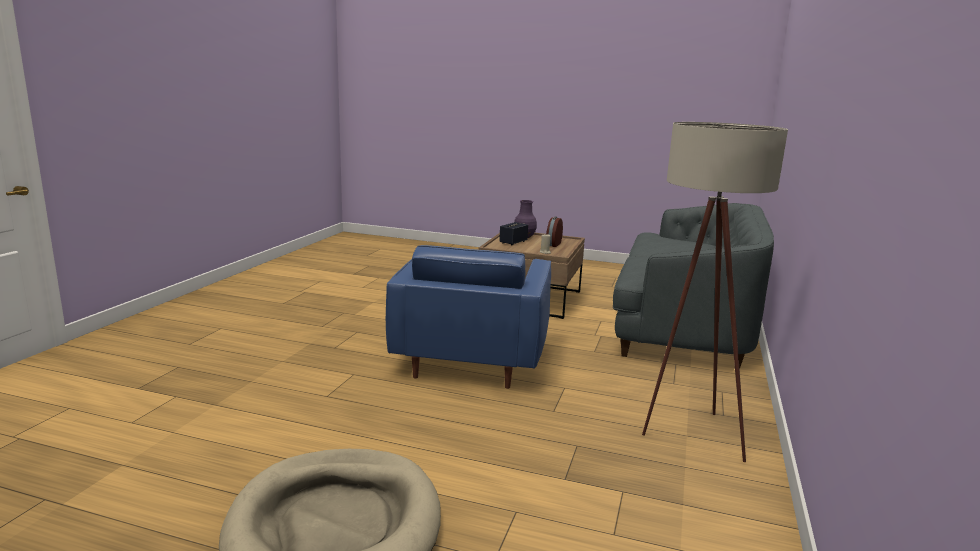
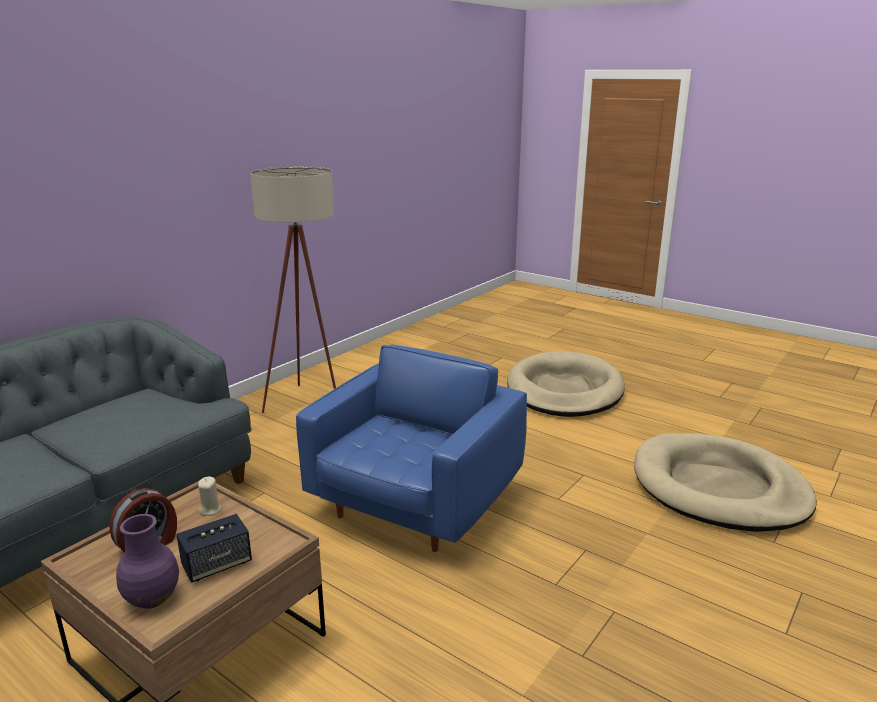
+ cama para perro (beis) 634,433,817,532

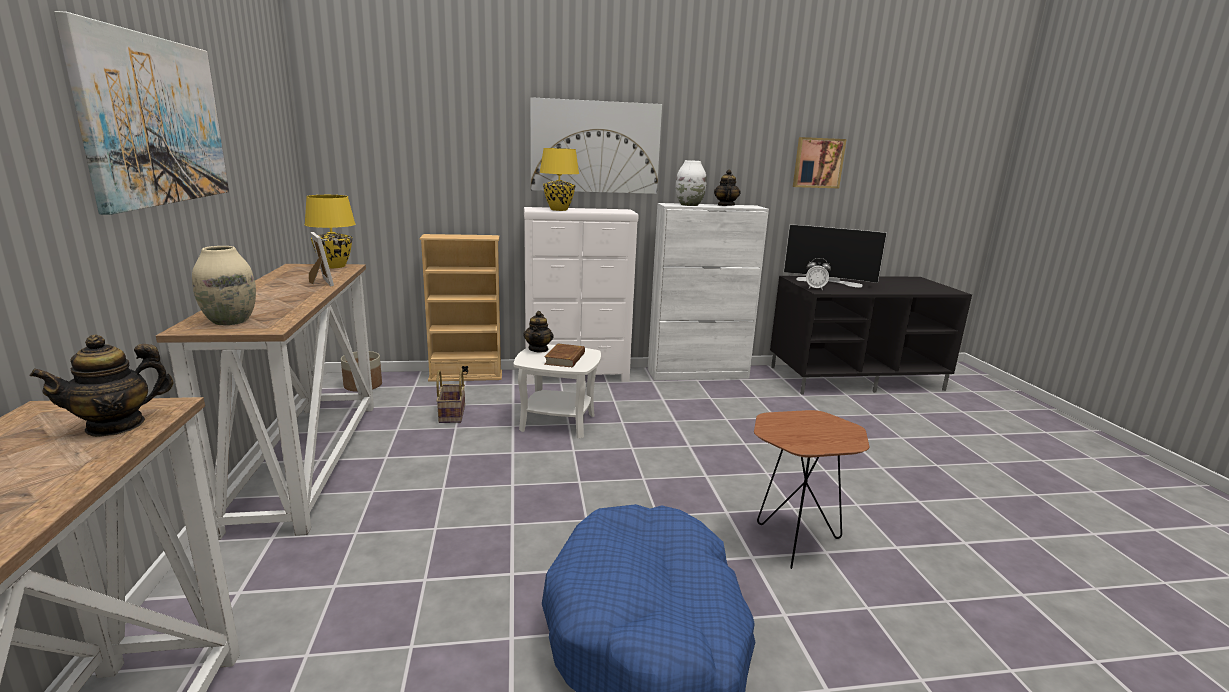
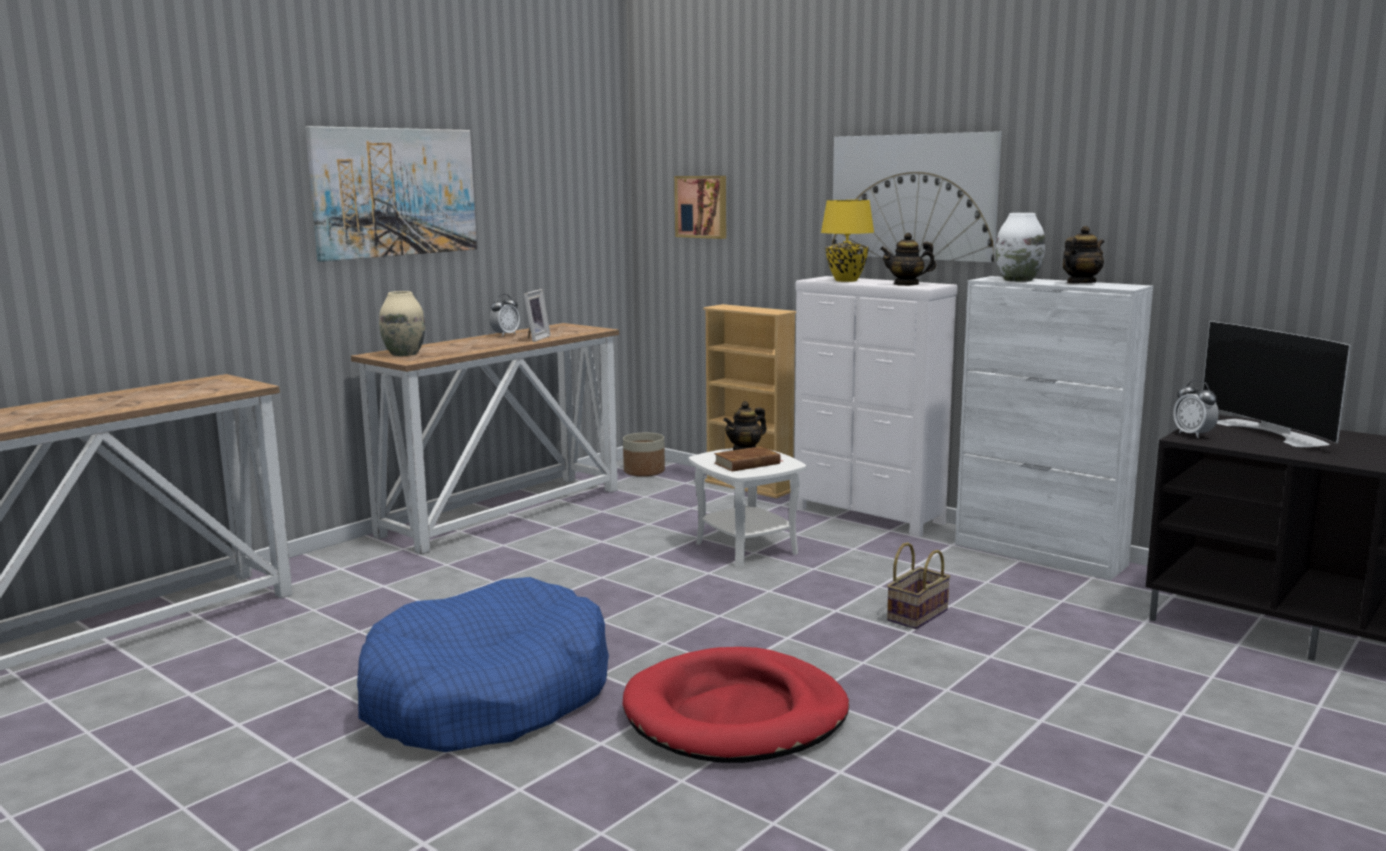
- lámpara de mesa (amarillo) 304,195,356,268
+ despertador 490,294,520,336
~ tetera 29,334,173,437 to 880,233,936,286
~ cesta 436,370,465,423 to 887,542,951,629
~ cuadro 793,137,847,188 to 674,176,726,239
~ mesa auxiliar (marrón) 754,410,869,569 to cama para perro (rojo) 622,647,849,763

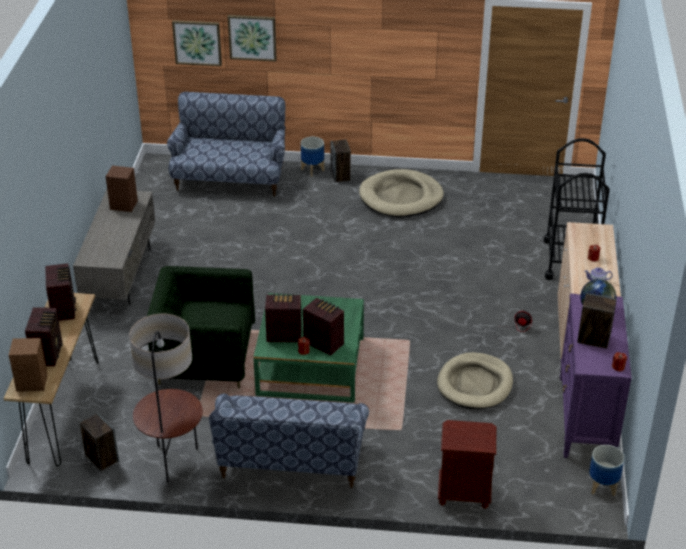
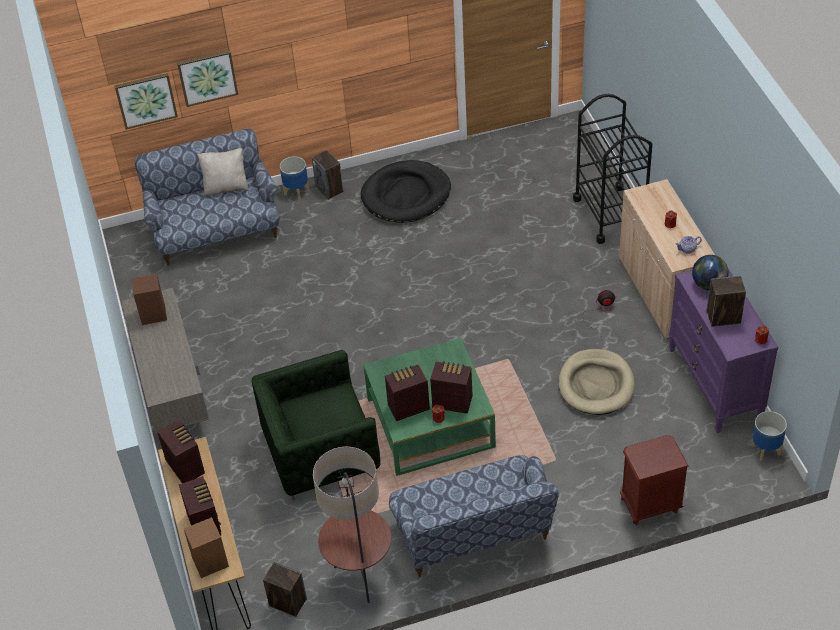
+ cojín (beis) 197,148,249,196
~ cama para perro (beis) 359,169,444,217 to cama para perro (negro) 361,160,451,223

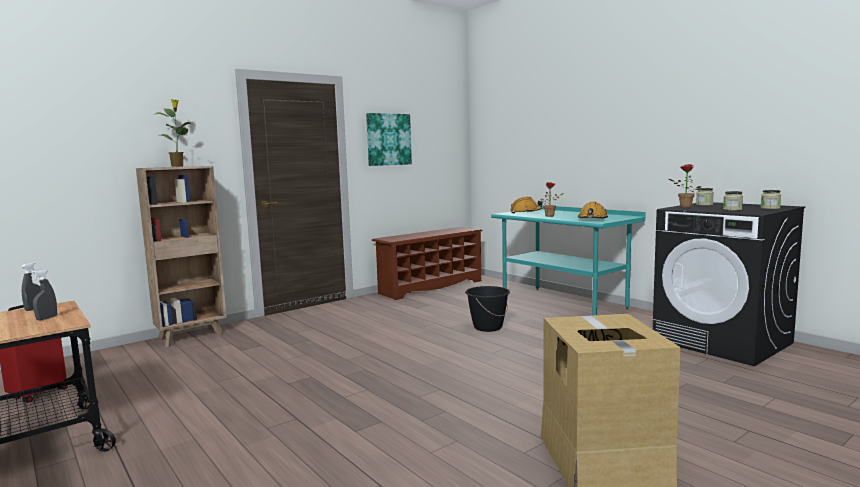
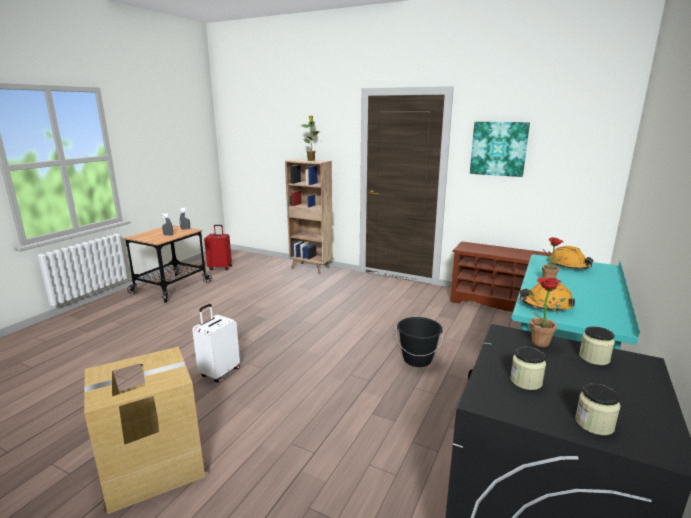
+ maleta (blanco) 192,304,240,382

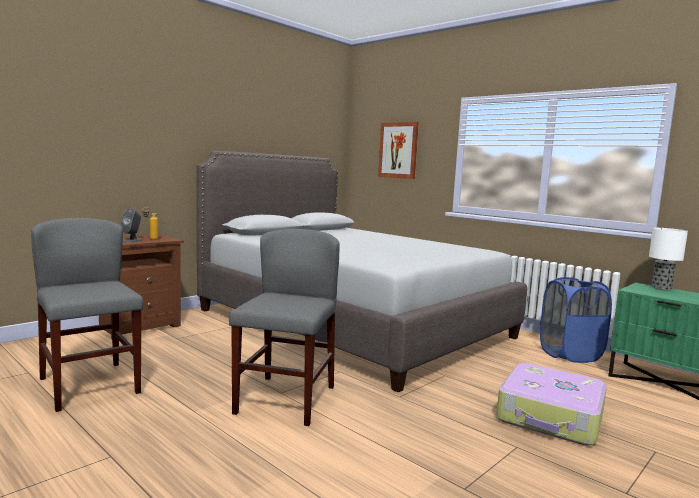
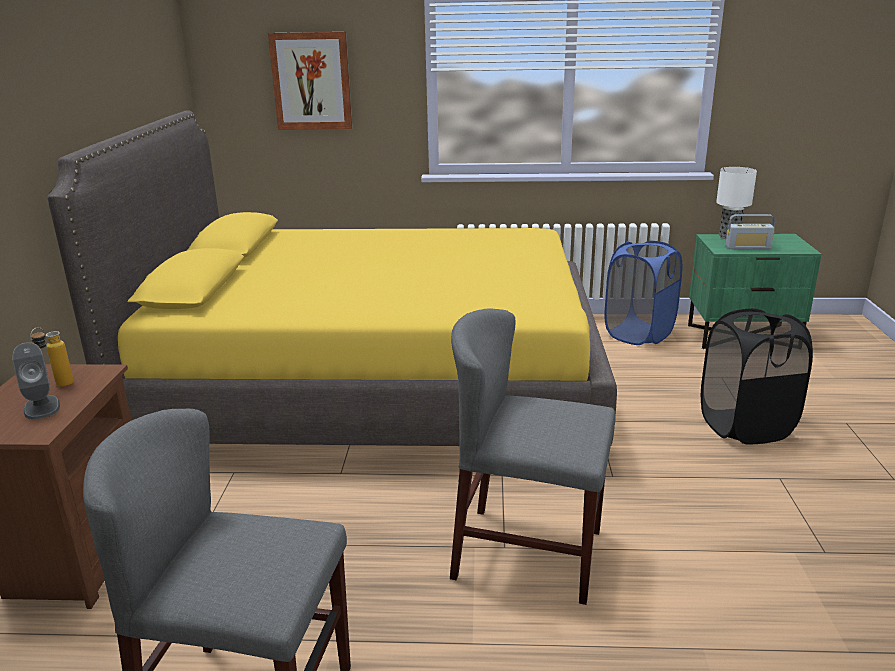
+ radio 725,214,775,249
~ maleta 496,363,607,445 to cesto de la ropa (negro) 701,308,813,444
~ cama (gris) 197,151,527,392 to cama (amarillo) 48,110,617,446
~ silla (gris) 229,229,340,426 = 450,309,615,605 45 degrees counterclockwise

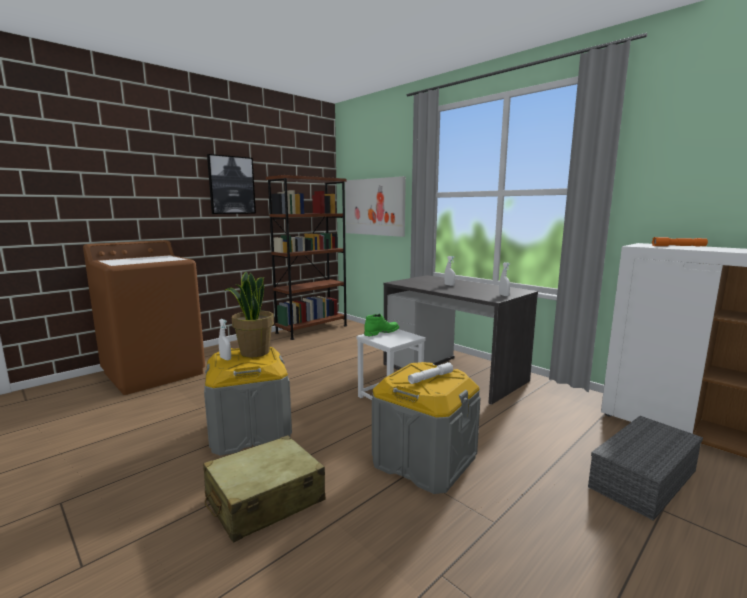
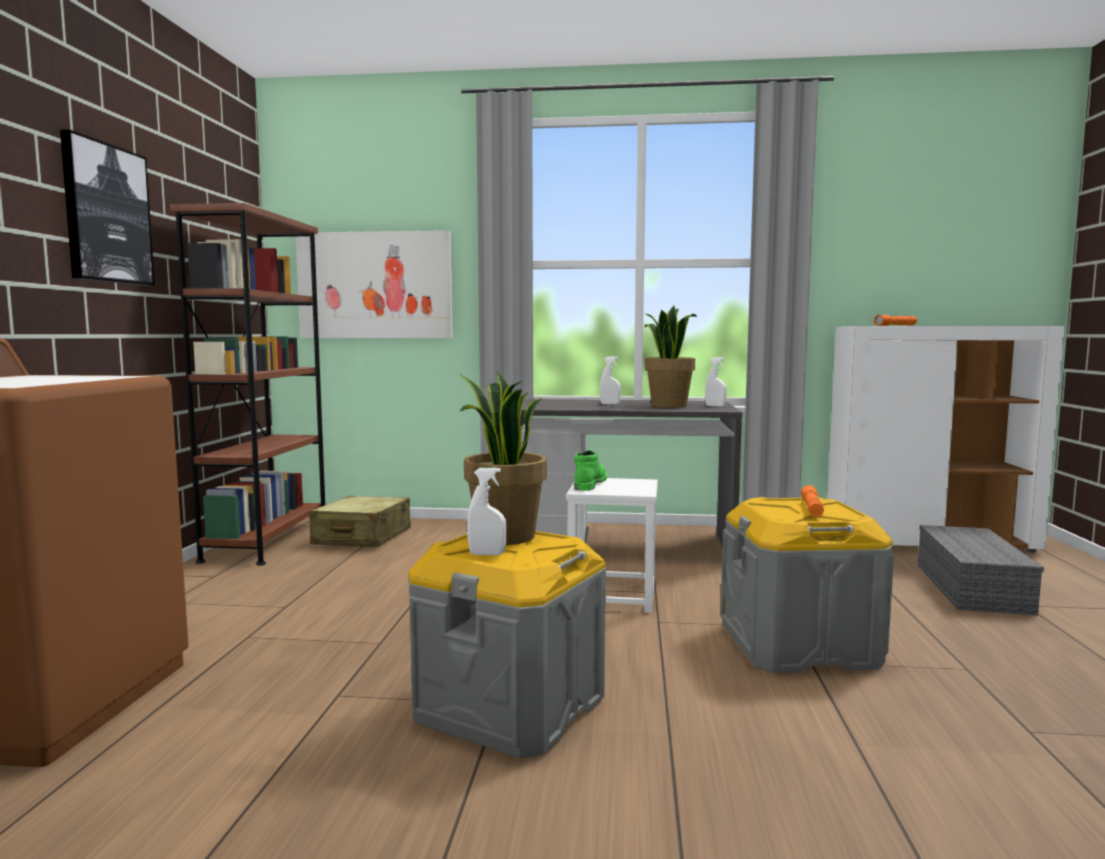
+ planta en maceta 644,306,697,408
~ maleta (beis) 203,435,325,543 to 309,496,411,547
~ linterna (blanco) 408,362,453,384 to linterna (naranja) 801,485,824,517

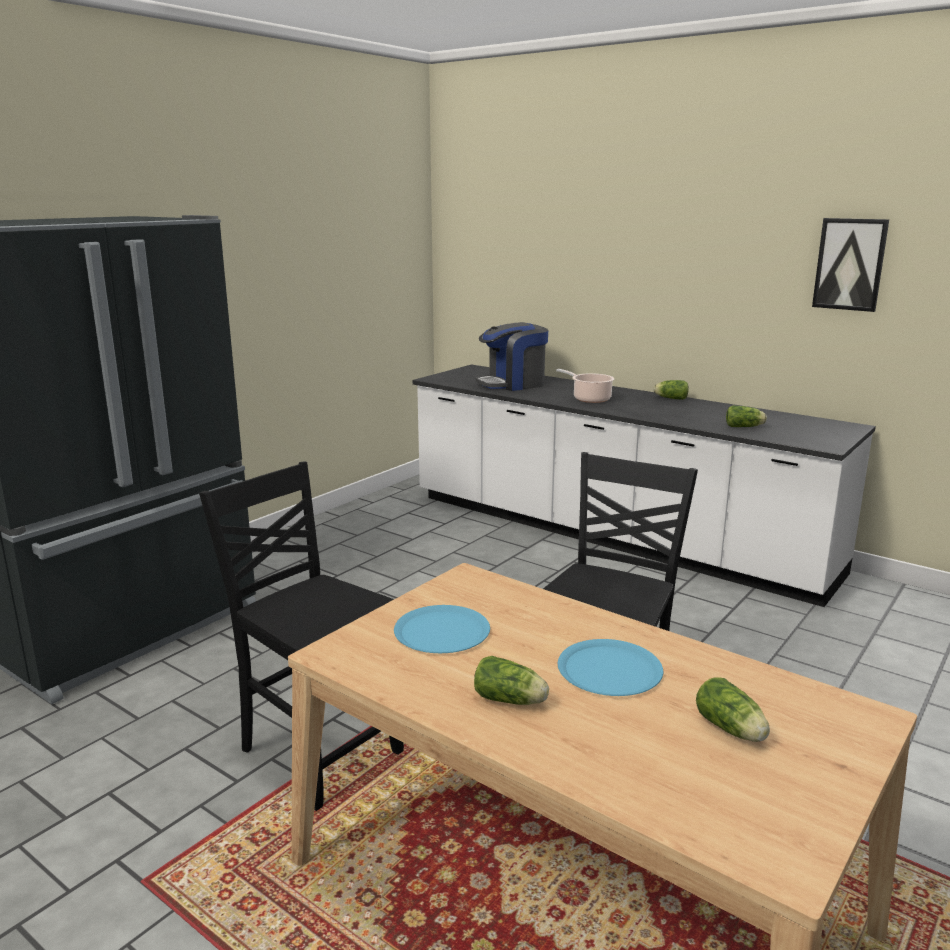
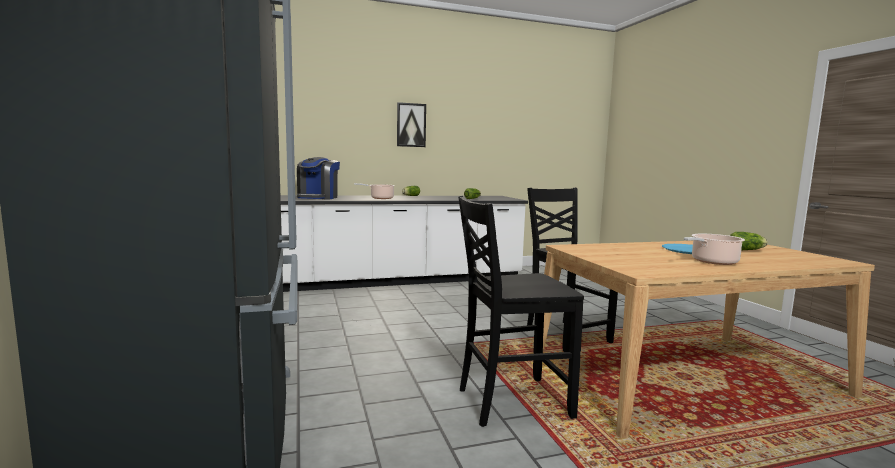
- plato (azul) 394,605,490,653
~ cuadro 812,218,889,312 to 397,102,426,147
~ lechuga 474,656,549,705 to olla 684,234,745,265

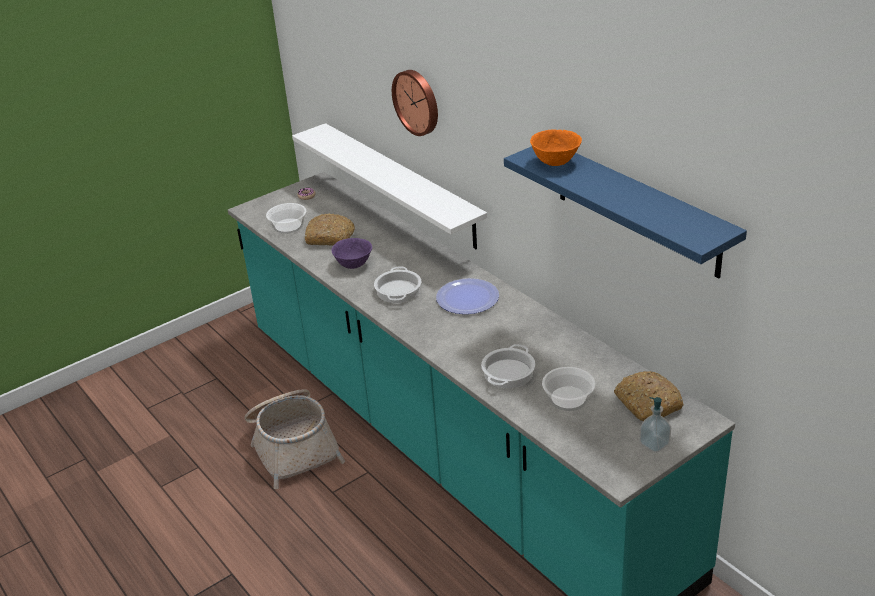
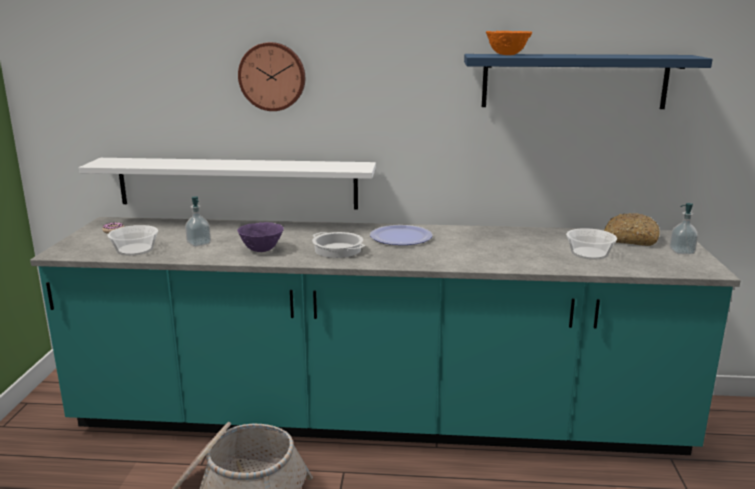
- olla 481,344,535,388
~ pan 305,213,355,245 to dispensador de jabón 185,196,211,247

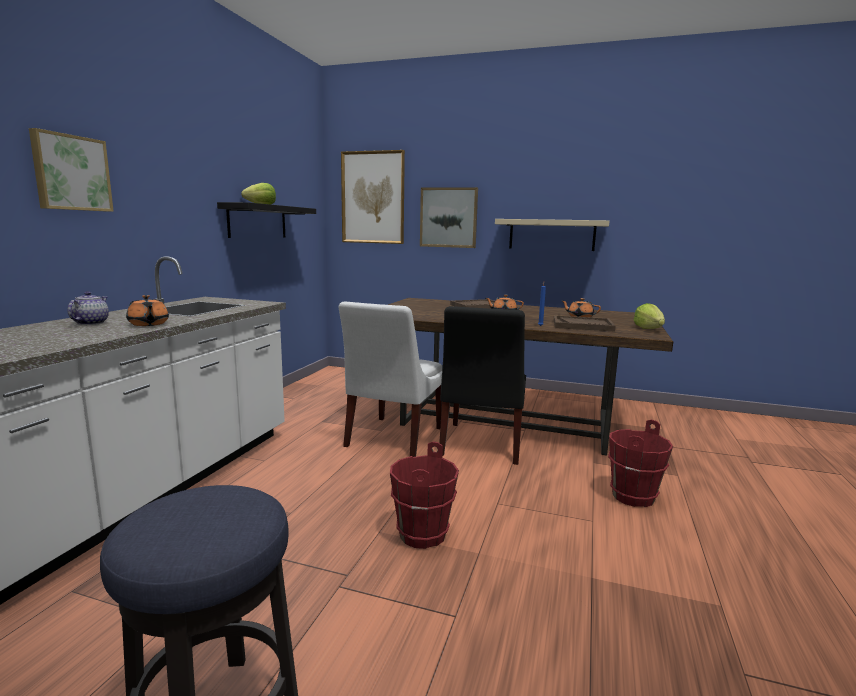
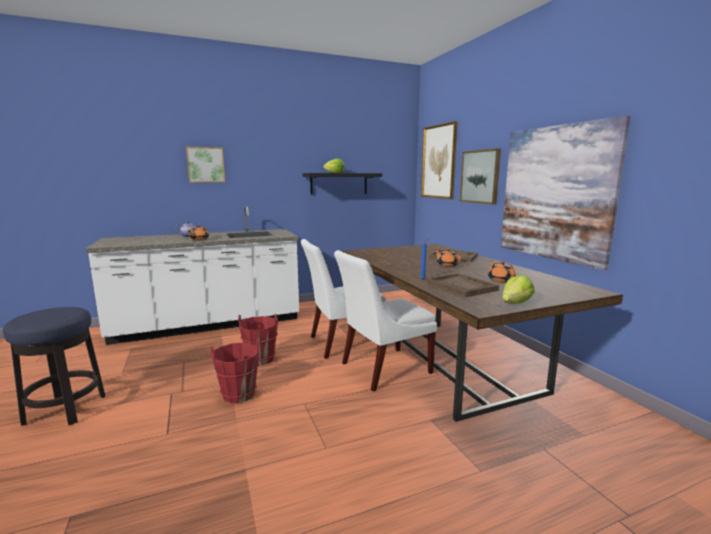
~ cubo (rojo) 608,420,673,507 to 238,314,278,366
~ estante (beis) 495,219,609,251 to cuadro 501,116,631,271
~ silla (negro) 439,306,526,465 to silla (blanco) 334,250,437,391

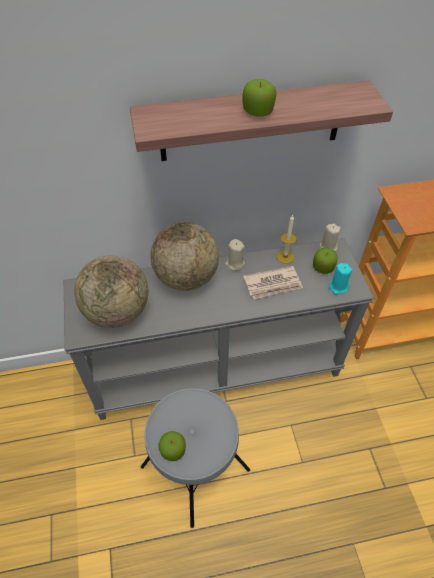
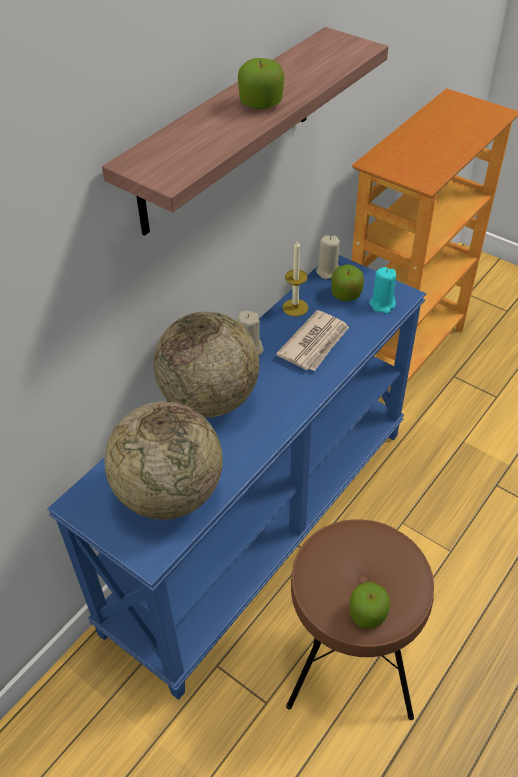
~ mesa consola (gris) 64,238,374,420 to mesa consola (azul) 47,255,426,700
~ taburete (gris) 141,388,250,528 to taburete (marrón) 286,519,434,720

